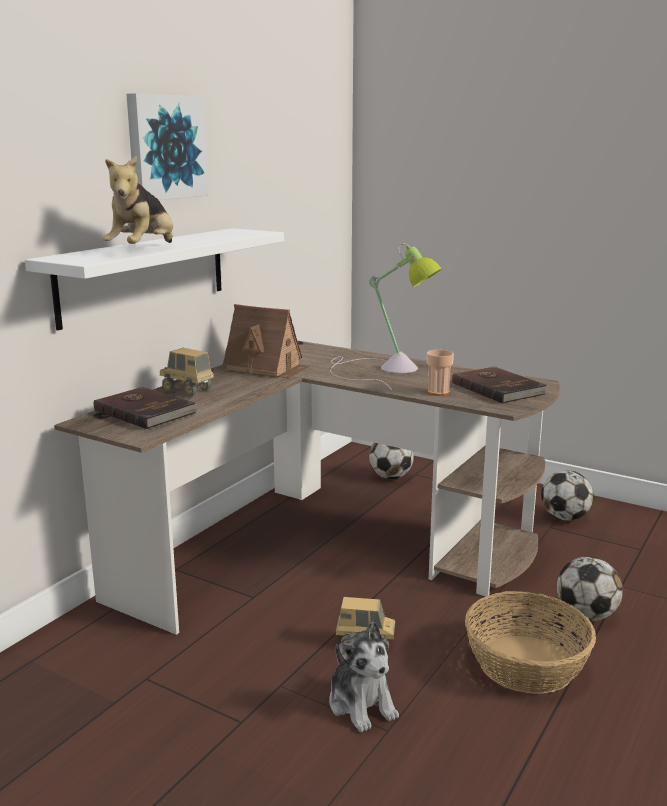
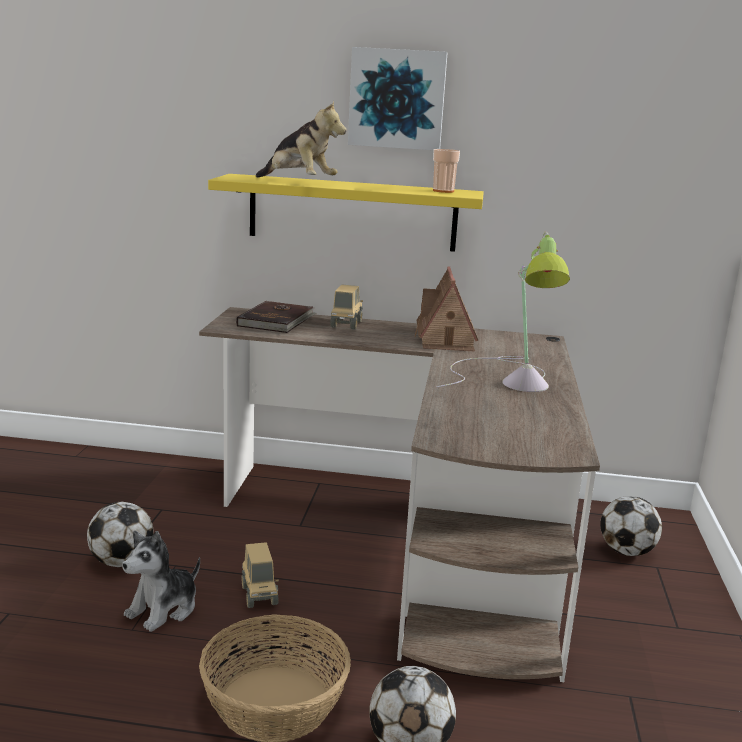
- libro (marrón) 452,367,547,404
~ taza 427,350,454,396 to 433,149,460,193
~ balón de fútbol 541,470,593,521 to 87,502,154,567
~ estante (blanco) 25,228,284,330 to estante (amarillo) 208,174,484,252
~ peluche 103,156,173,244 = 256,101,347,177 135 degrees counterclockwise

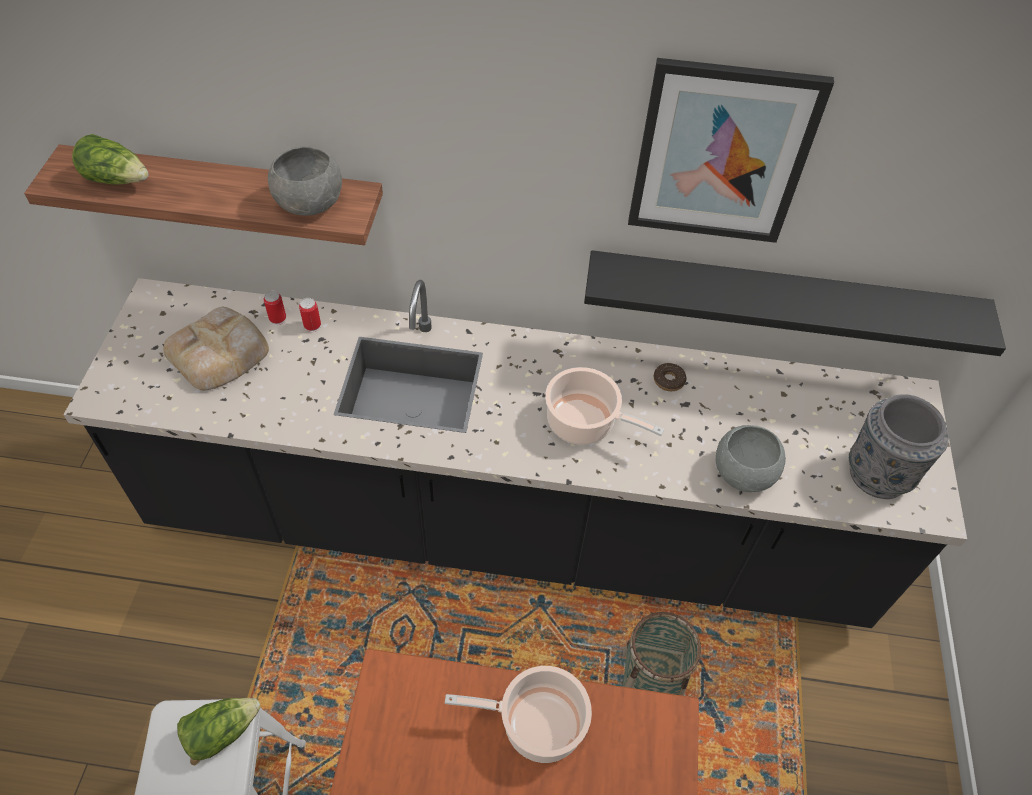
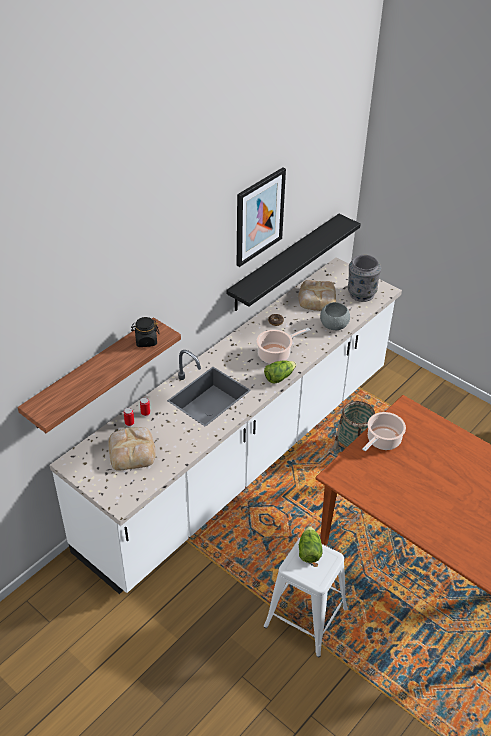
+ pan 298,280,336,311
~ lechuga 72,134,149,185 to 264,360,296,384
~ cuenco (gris) 268,146,342,215 to tarro (negro) 131,317,160,347
~ mueble bajo de cocina (negro) 63,278,967,628 to mueble bajo de cocina (blanco) 49,257,402,594

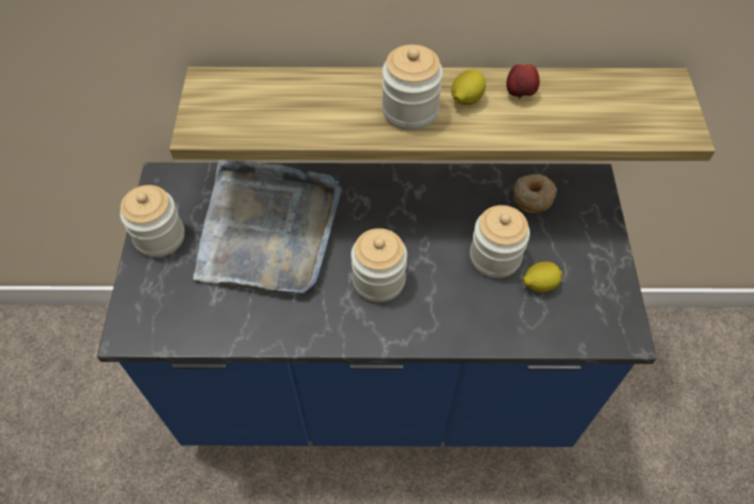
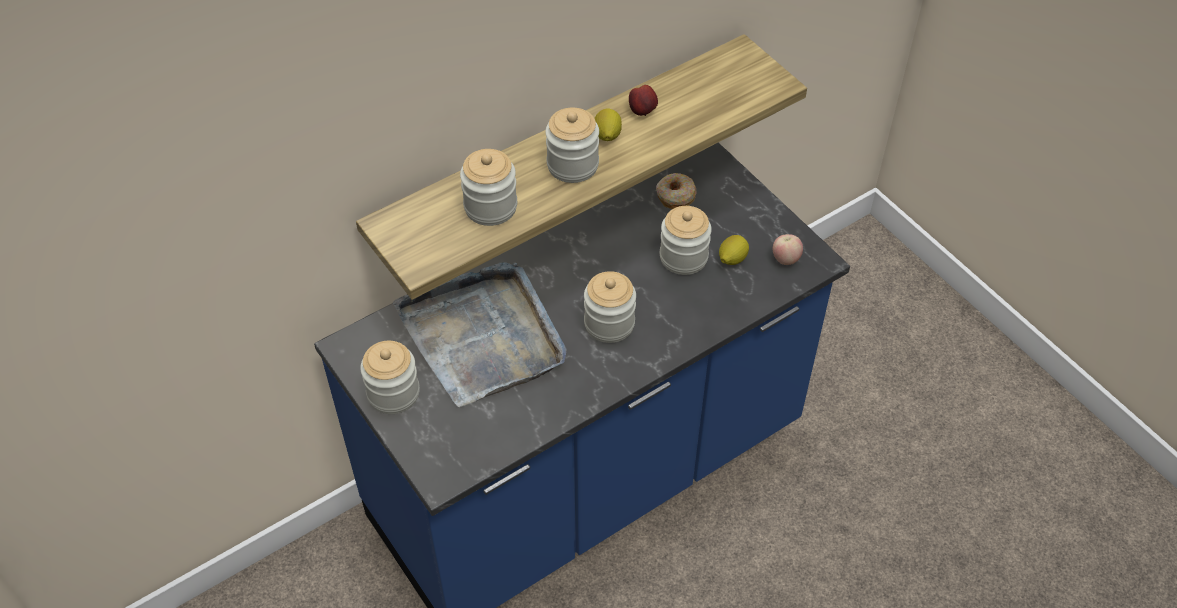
+ tarro 460,149,517,226
+ manzana 772,234,803,265

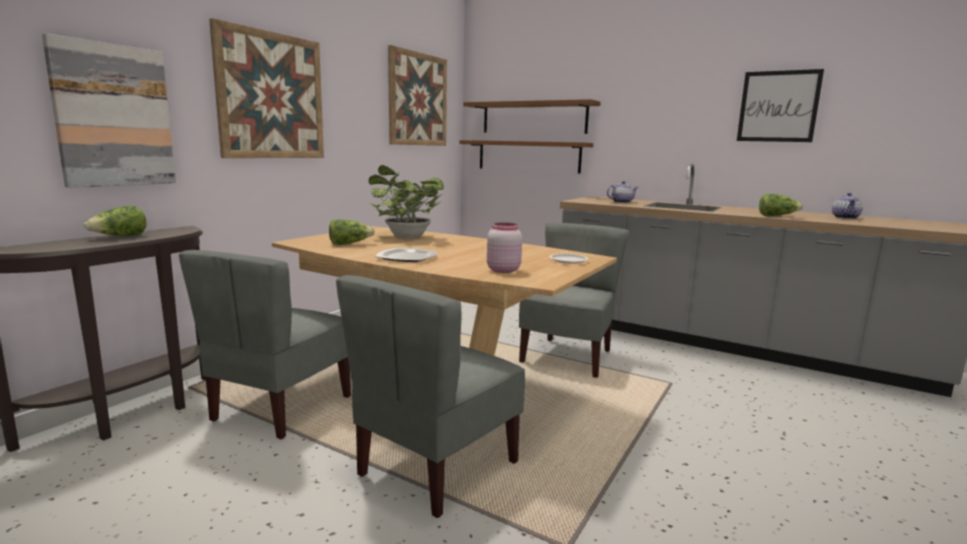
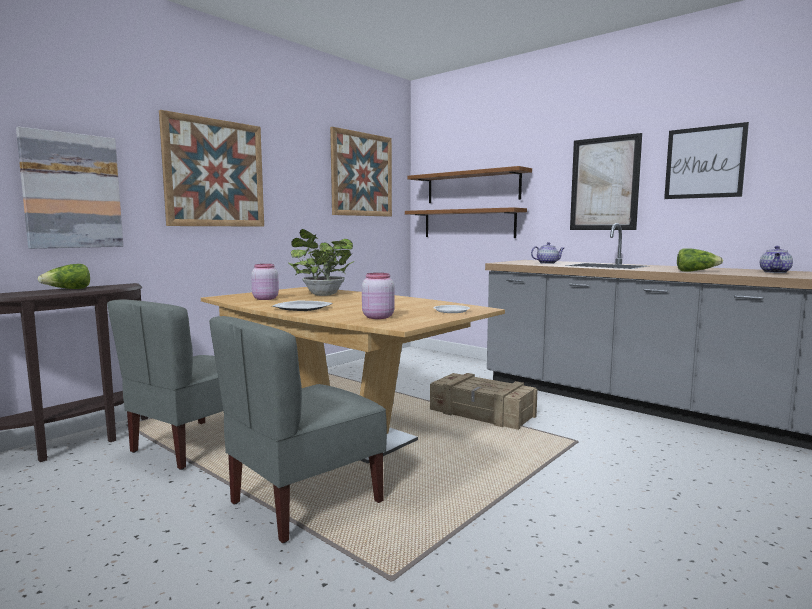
+ cuadro 570,133,642,230
~ lechuga 329,219,375,245 to tarro (rosa) 251,264,279,300
~ silla (gris) 519,223,629,378 to caja de embalaje 430,373,538,430

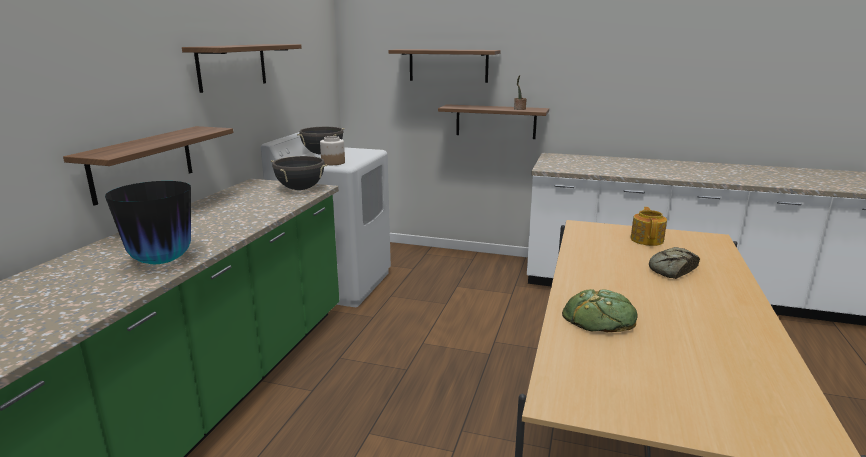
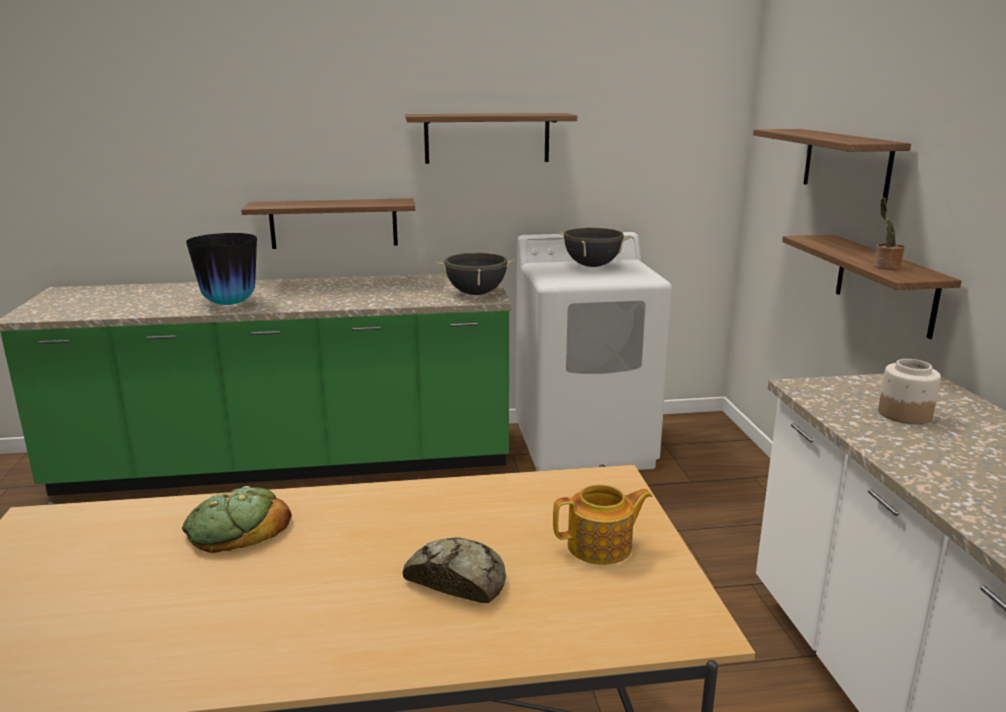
~ tarro 320,136,345,165 to 878,359,941,424

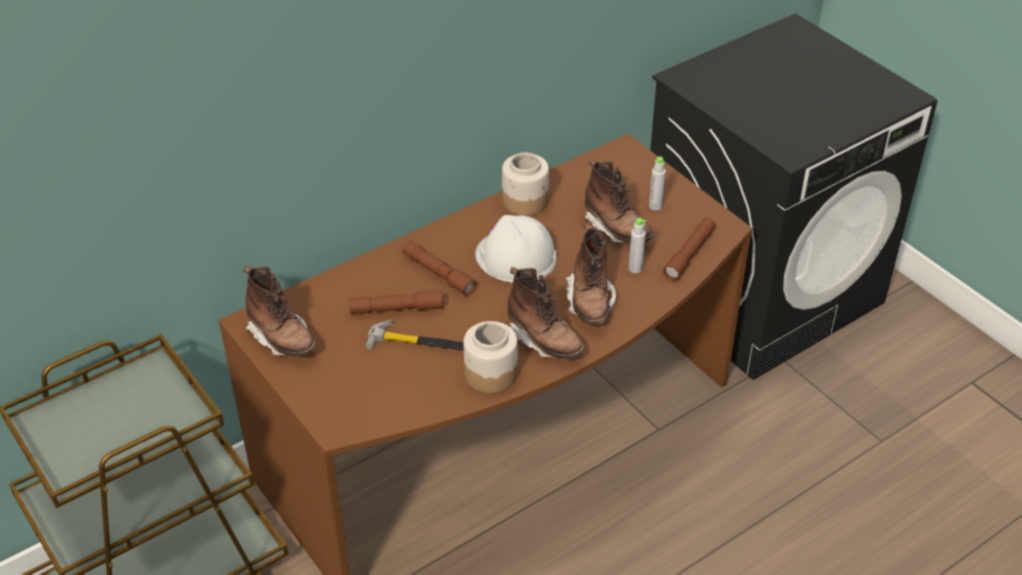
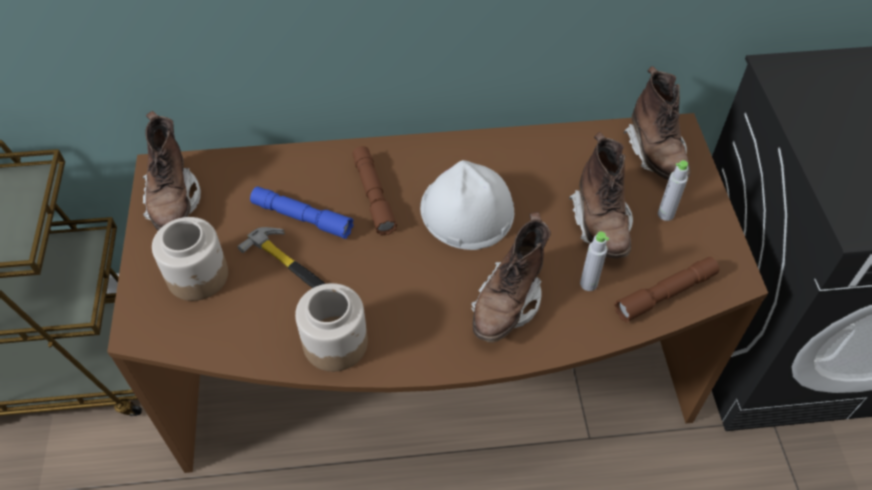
~ tarro 502,152,549,216 to 152,217,228,301
~ bota (marrón) 507,267,585,359 to 624,66,690,180
~ linterna (marrón) 349,290,443,314 to linterna (azul) 250,186,354,239

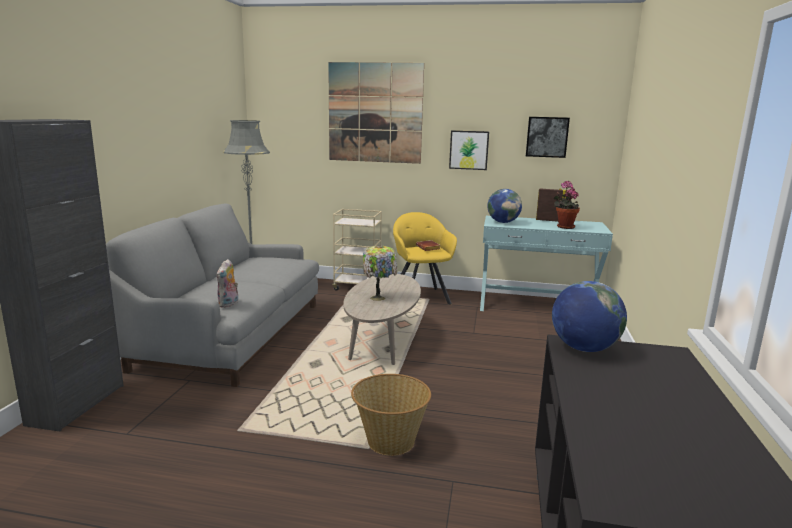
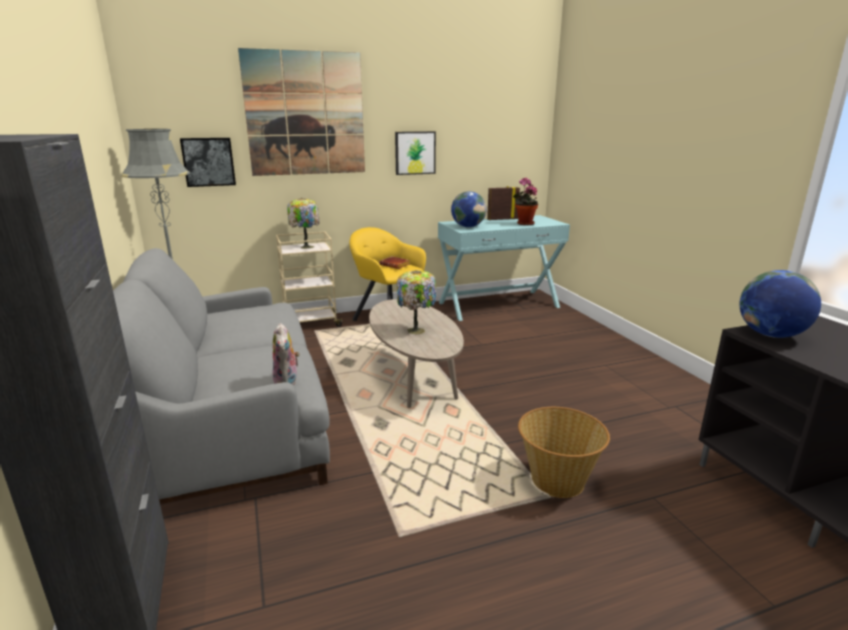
+ lámpara de mesa 287,198,320,249
~ cuadro 526,117,570,158 to 180,138,236,187

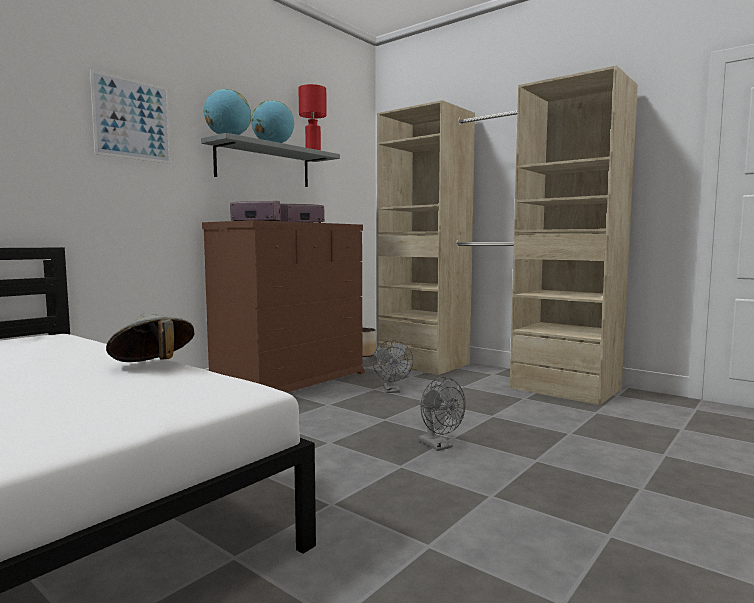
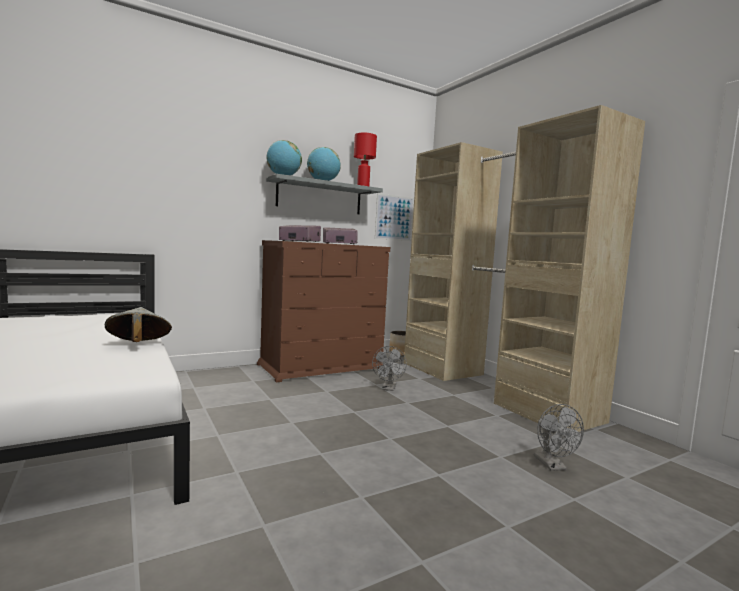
~ cuadro 90,69,171,164 to 375,193,414,241
~ ventilador (gris) 418,377,465,451 to 534,404,584,471

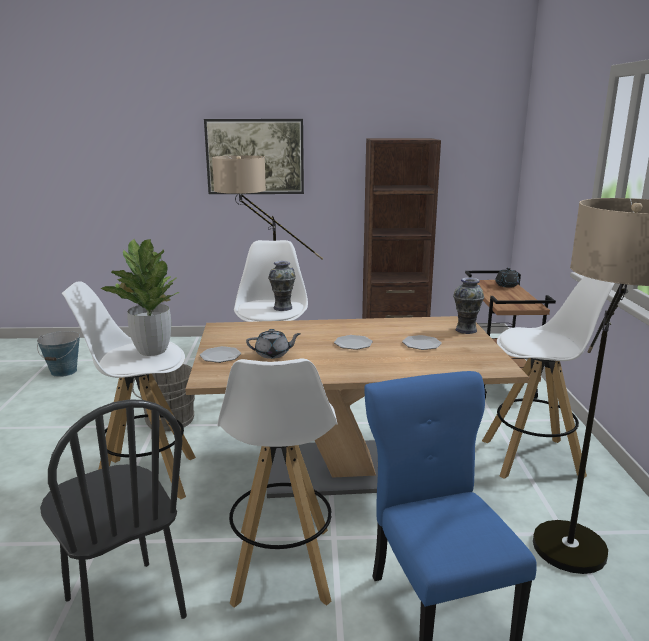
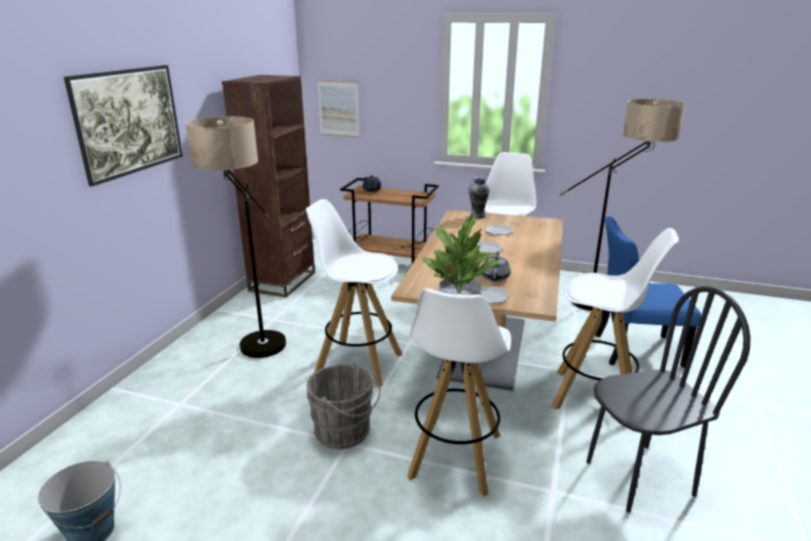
- florero 268,261,296,311
+ cuadro 317,80,359,137

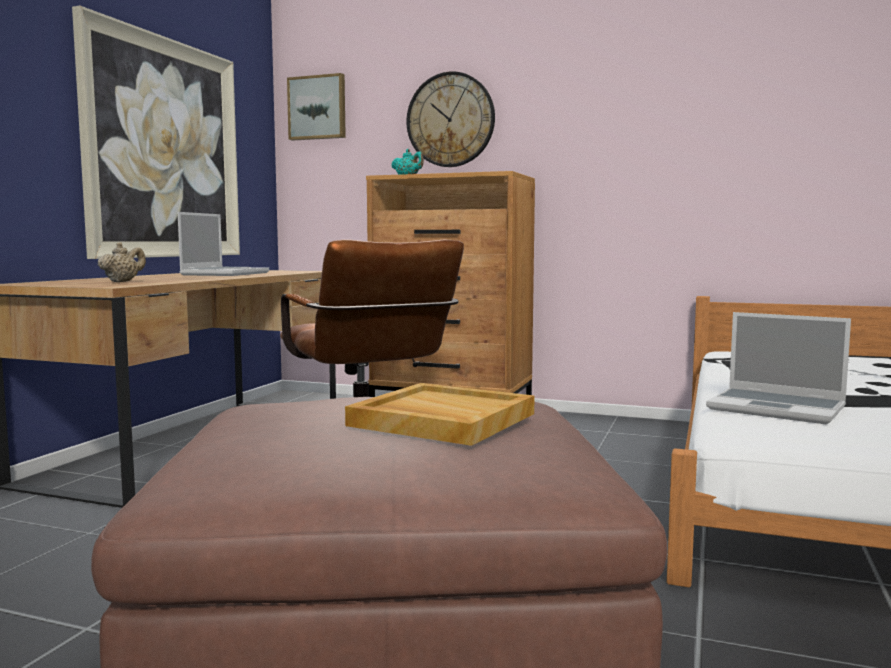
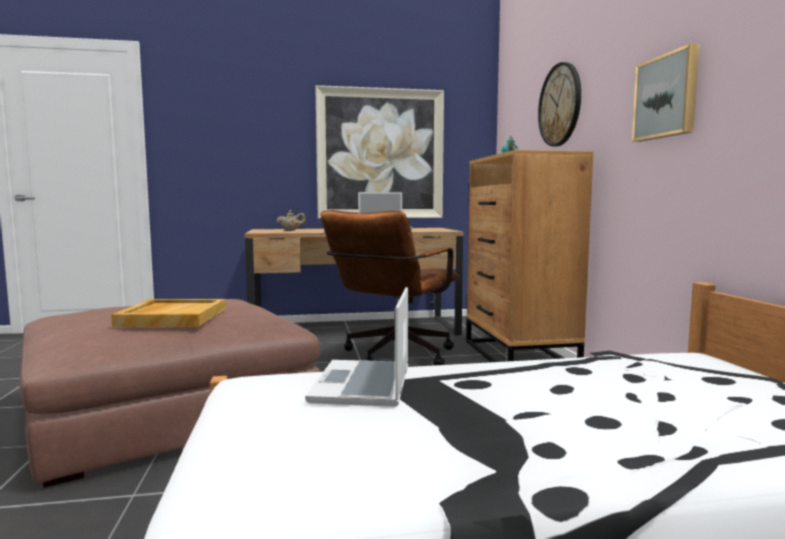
~ cuadro 287,73,346,141 to 632,44,700,142

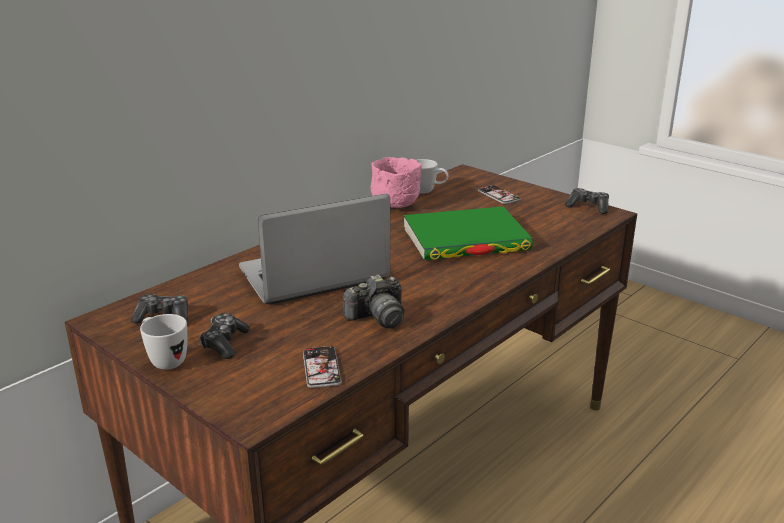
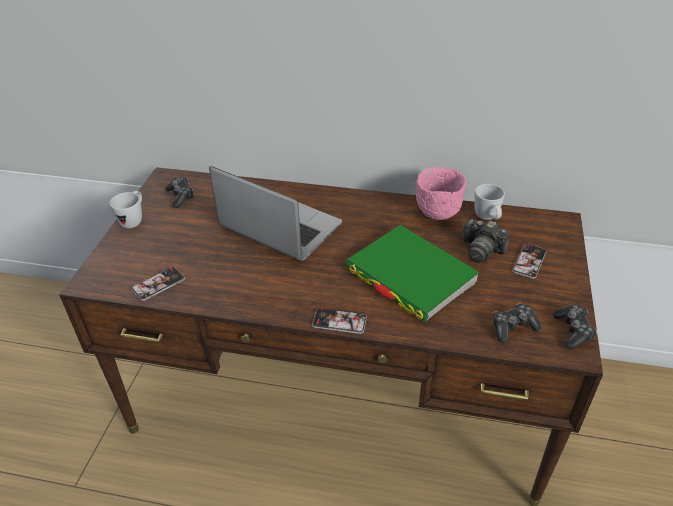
+ móvil 312,309,367,334
~ mando de consola 199,313,250,359 to 493,303,542,343
~ cámara 343,274,404,329 to 462,219,510,263

